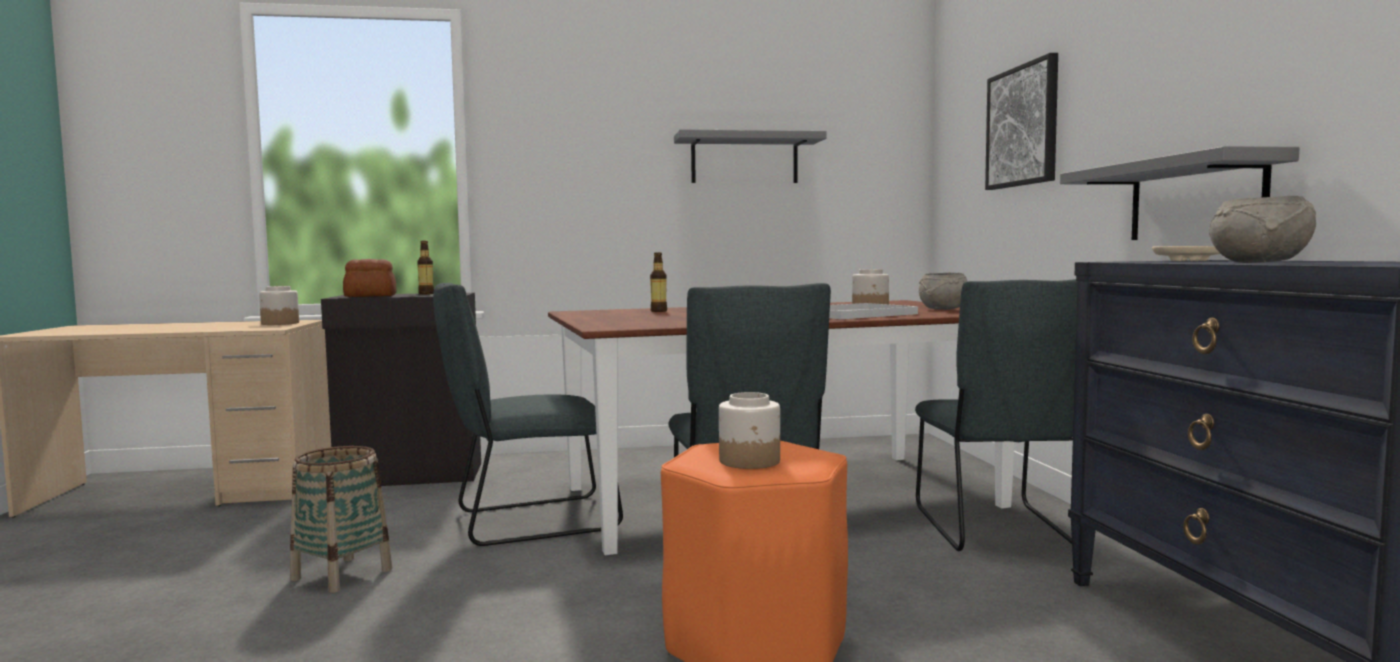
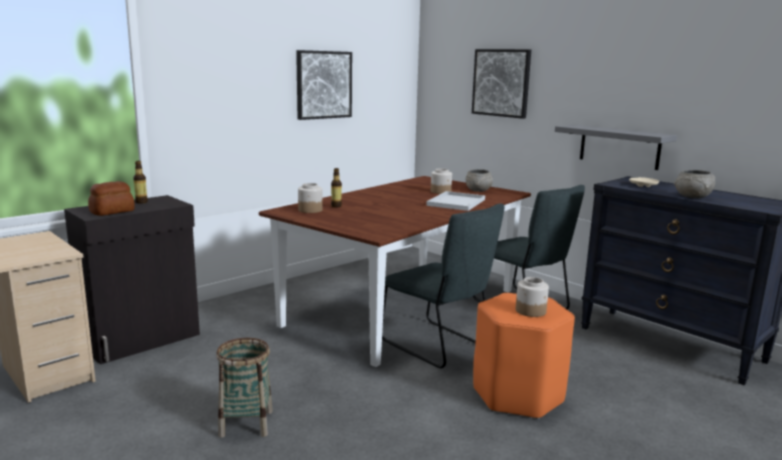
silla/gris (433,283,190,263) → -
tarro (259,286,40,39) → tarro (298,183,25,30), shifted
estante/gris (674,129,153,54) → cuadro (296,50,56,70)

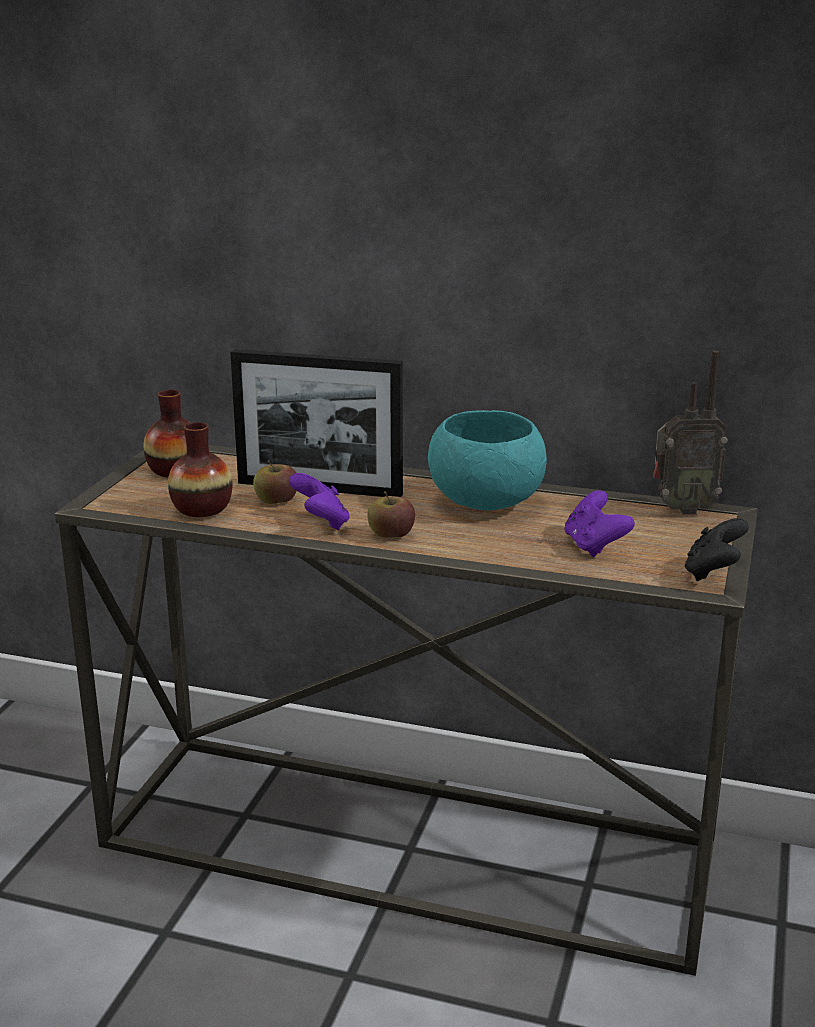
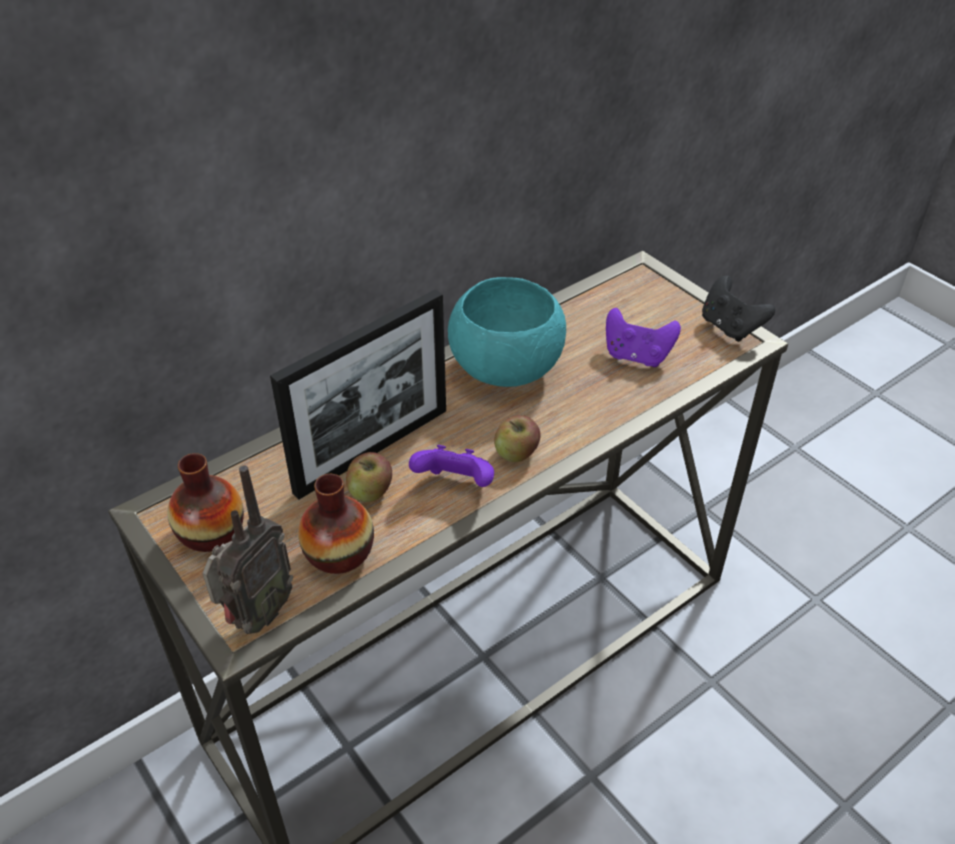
radio (653,351,75,163) → radio (202,465,91,169), shifted

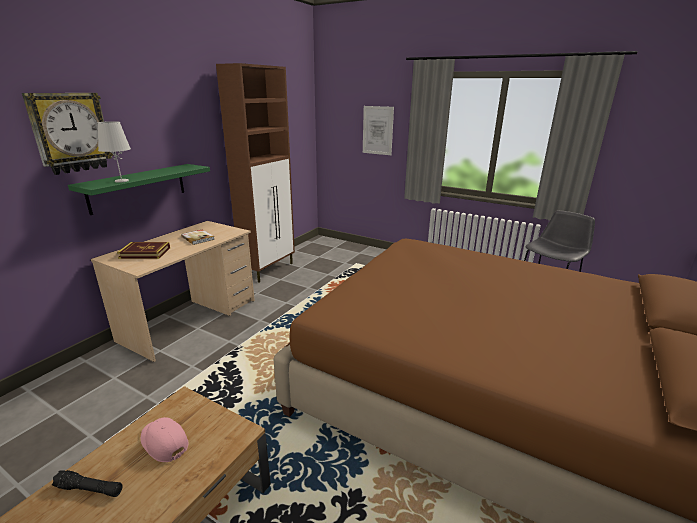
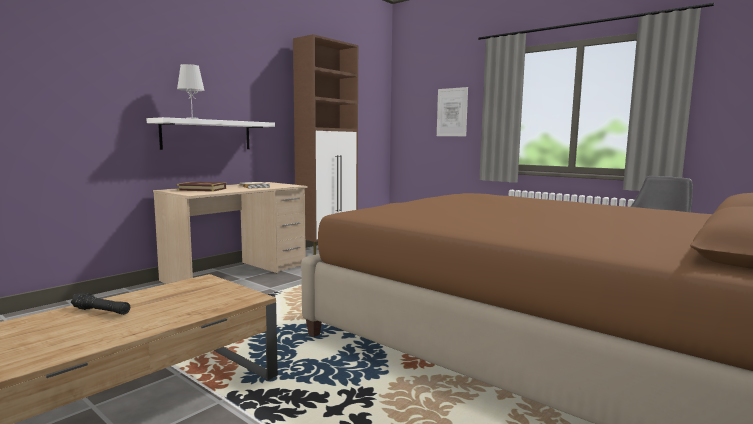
reloj de pared (22,93,91,82) → -
gorra/rosa (141,417,47,45) → -
estante/verde (68,164,142,51) → estante/blanco (146,117,129,33)

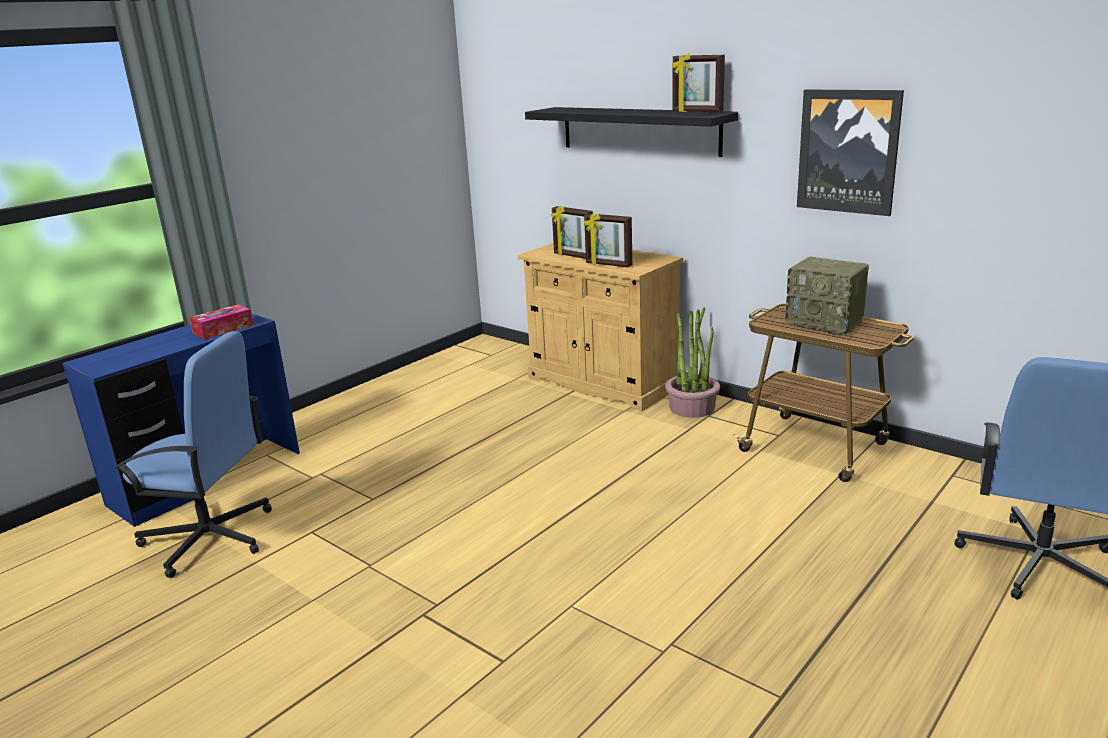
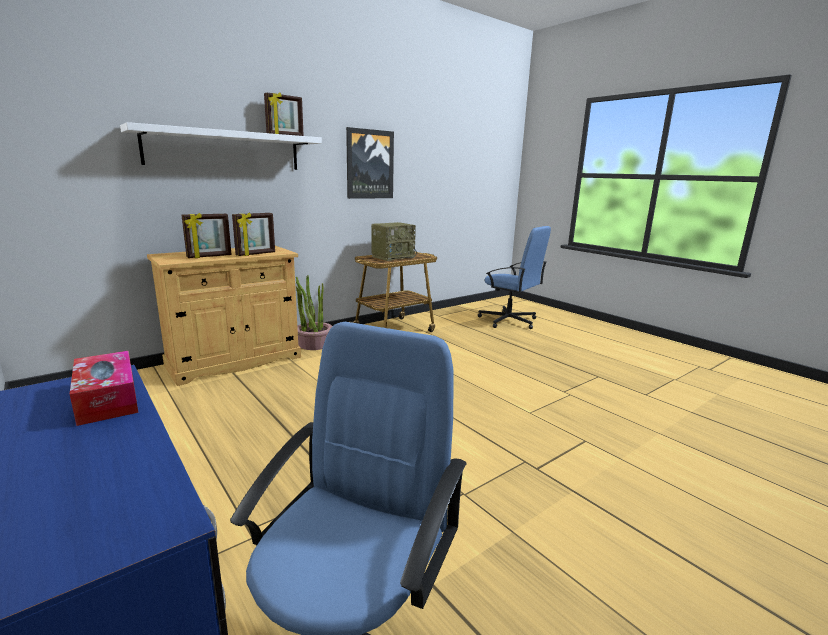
estante/negro (525,107,213,50) → estante/blanco (120,122,202,48)

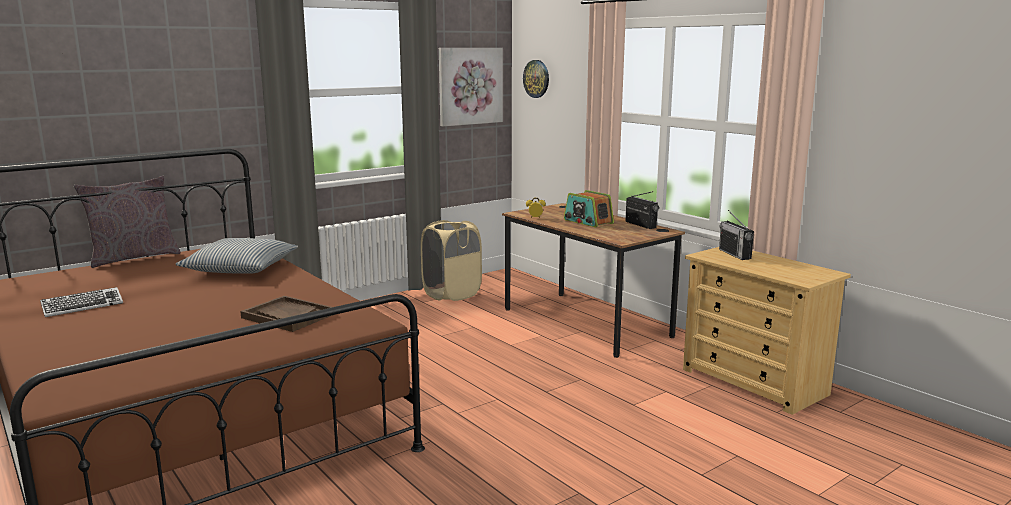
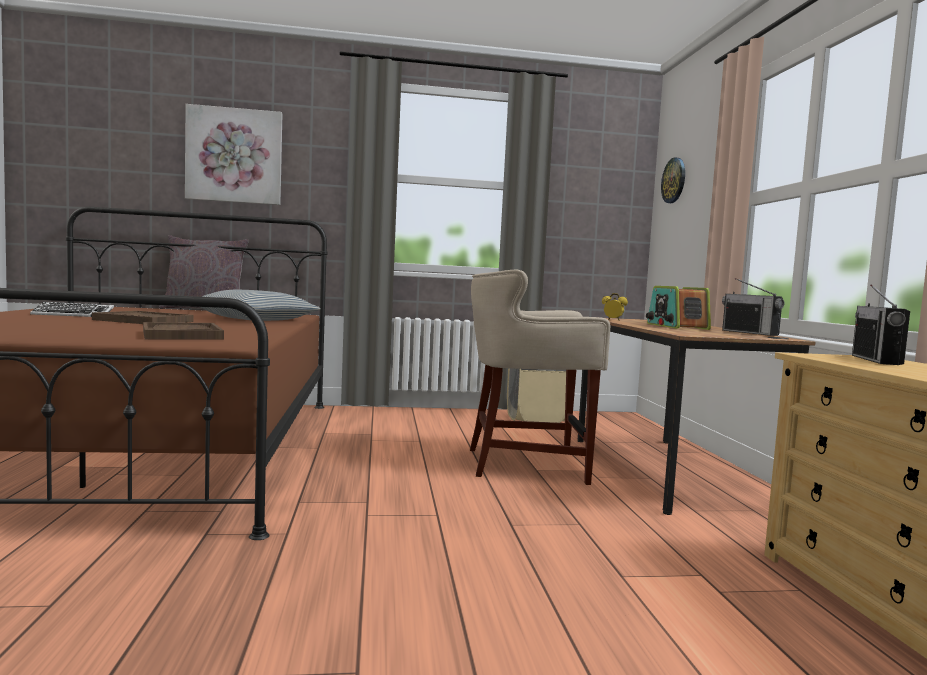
- → bandeja/marrón (92,311,102,13)
- → taburete/beis (470,270,140,215)
cuadro (439,48,64,78) → cuadro (185,104,98,101), shifted
radio (625,191,34,38) → radio (722,278,62,58), 150 degrees clockwise

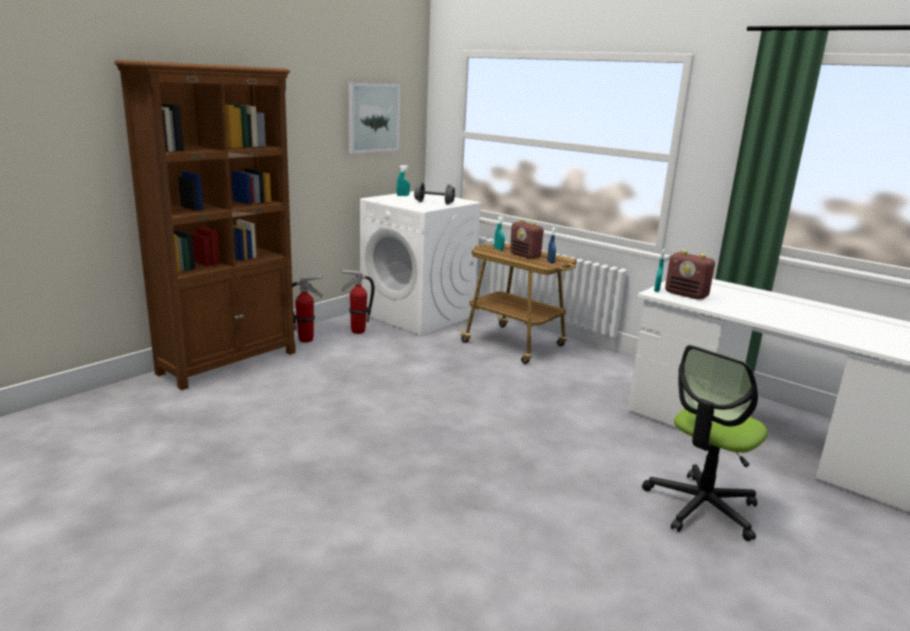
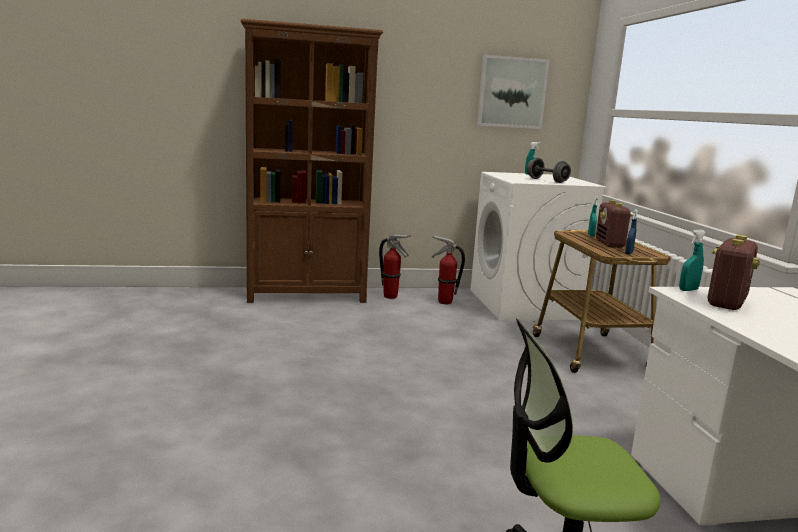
radio (665,250,50,50) → radio (708,235,52,75), 135 degrees counterclockwise

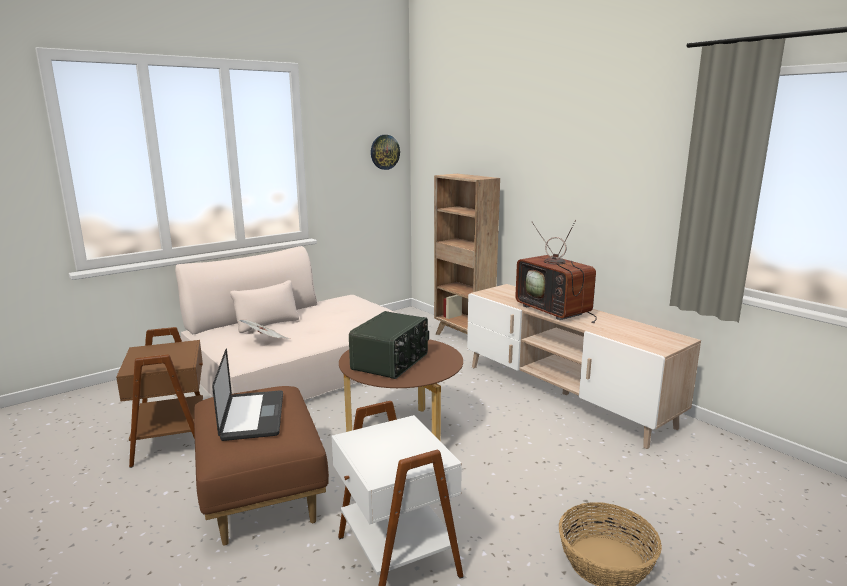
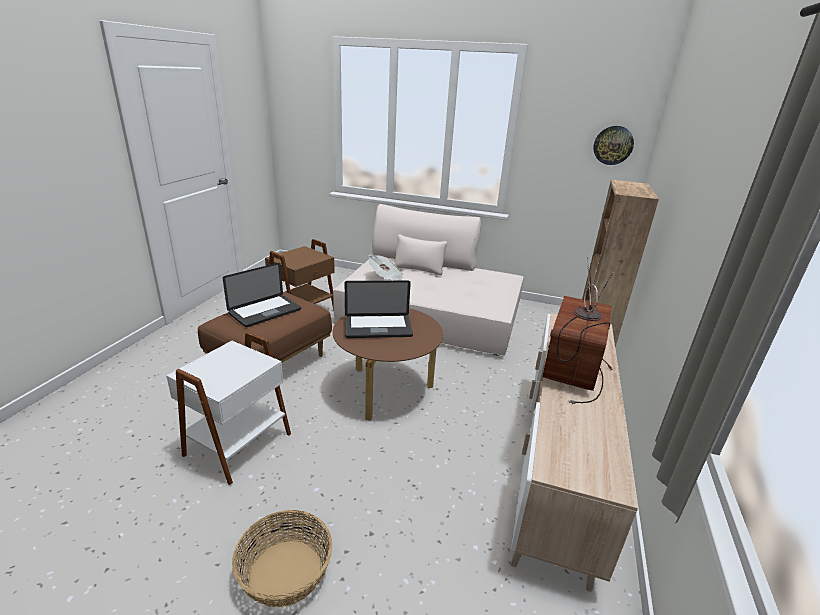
radio (349,311,80,68) → portátil (345,281,68,57)

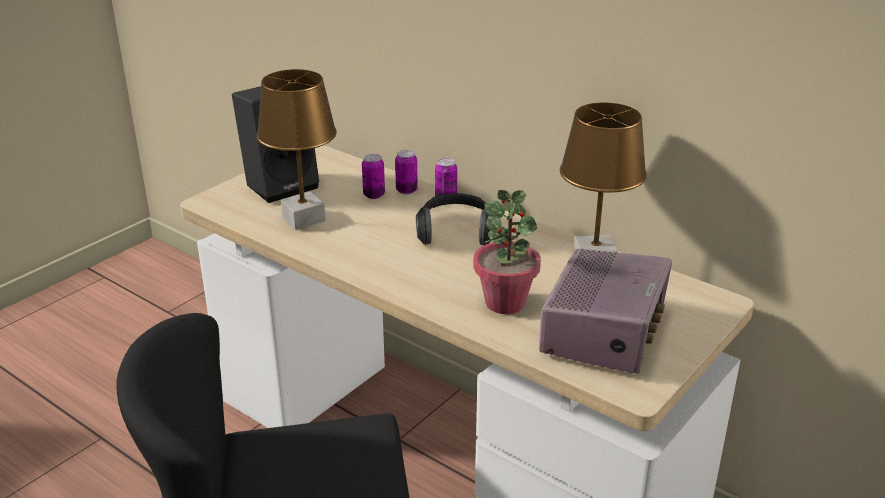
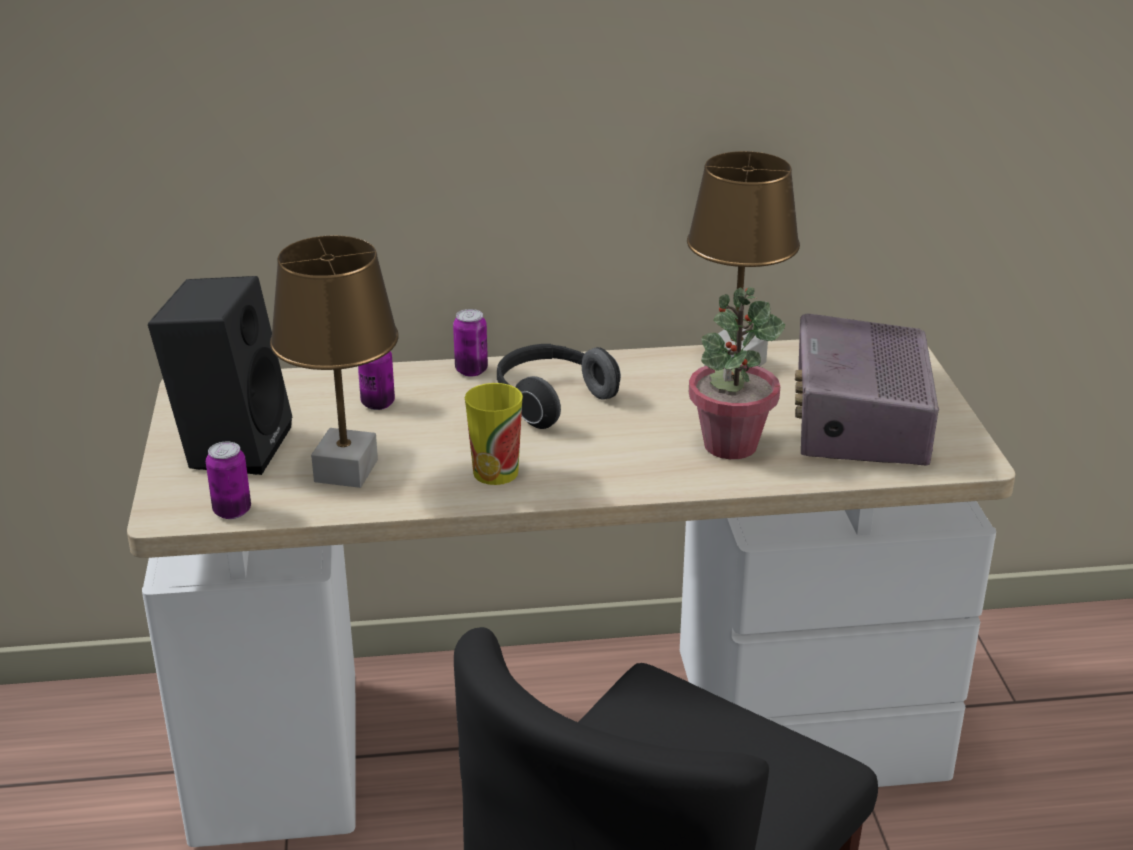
- → taza (465,383,58,102)
lata (395,150,23,45) → lata (206,442,45,77), shifted
radio (539,248,133,125) → radio (795,313,144,153), 150 degrees counterclockwise

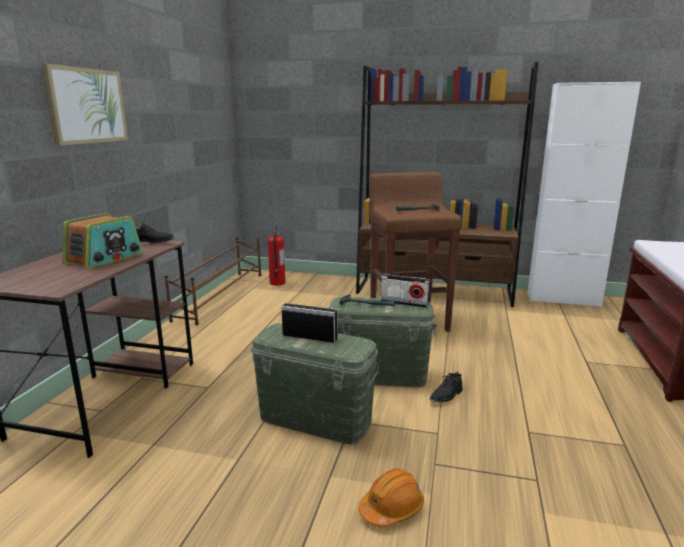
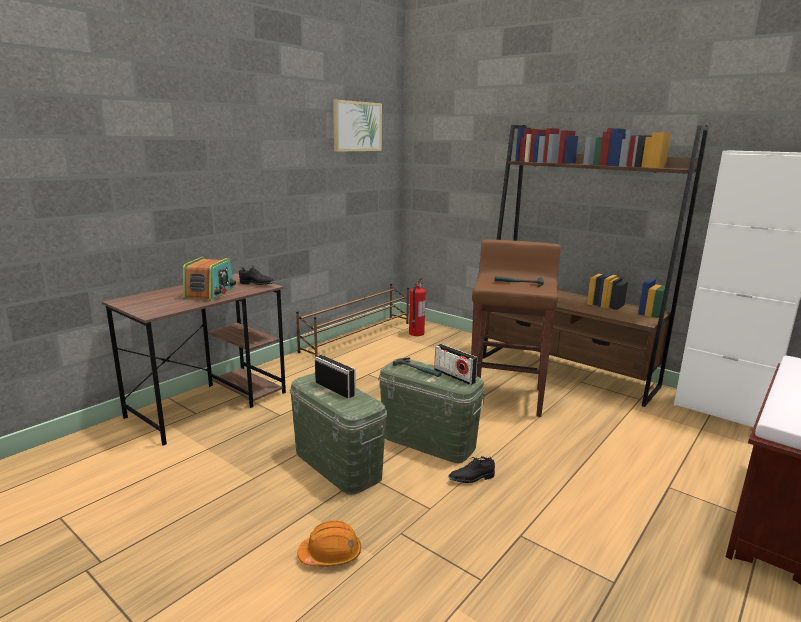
cuadro (41,64,87,82) → cuadro (333,100,49,52), shifted
radio (63,213,80,56) → radio (183,257,53,44), 45 degrees counterclockwise

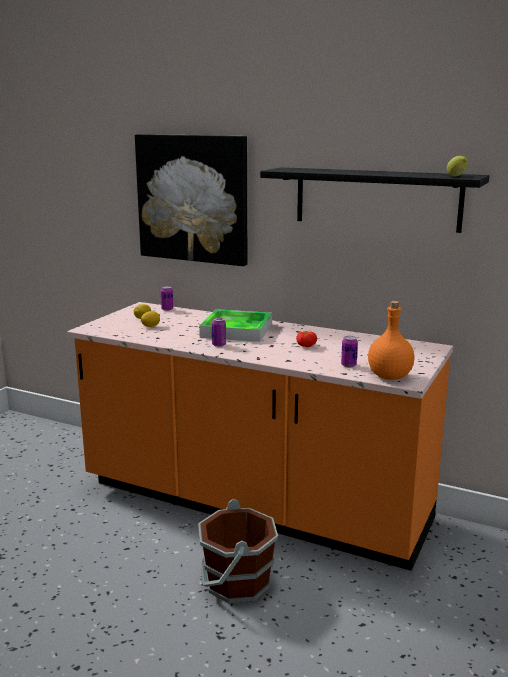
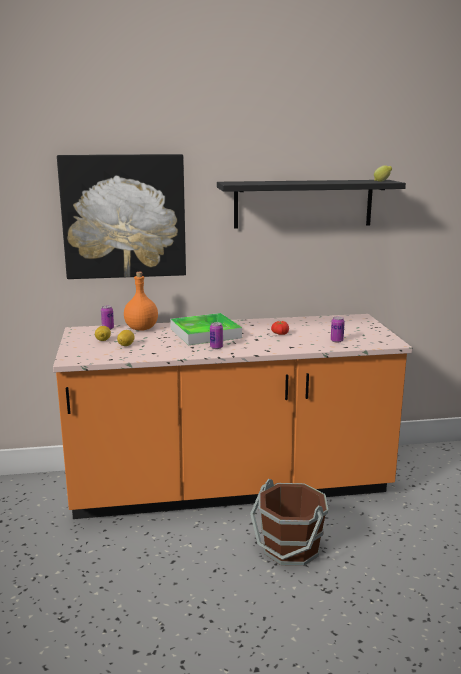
botella/naranja (368,301,46,79) → botella/naranja (124,272,34,59), shifted

